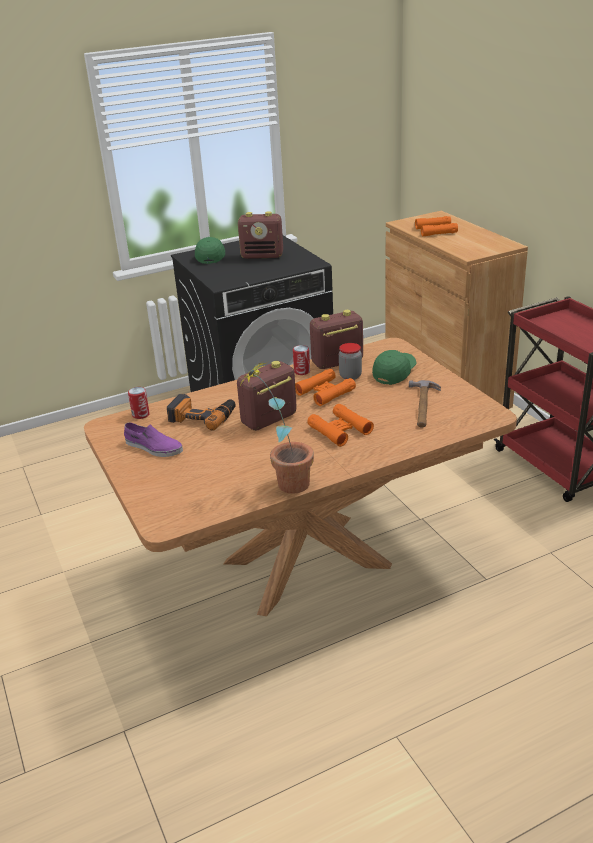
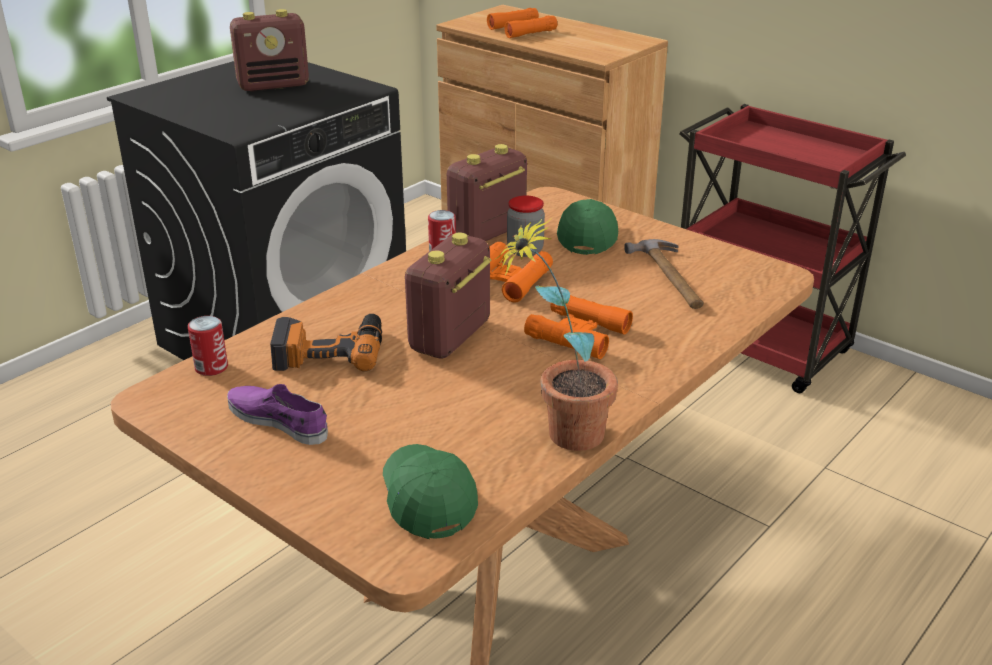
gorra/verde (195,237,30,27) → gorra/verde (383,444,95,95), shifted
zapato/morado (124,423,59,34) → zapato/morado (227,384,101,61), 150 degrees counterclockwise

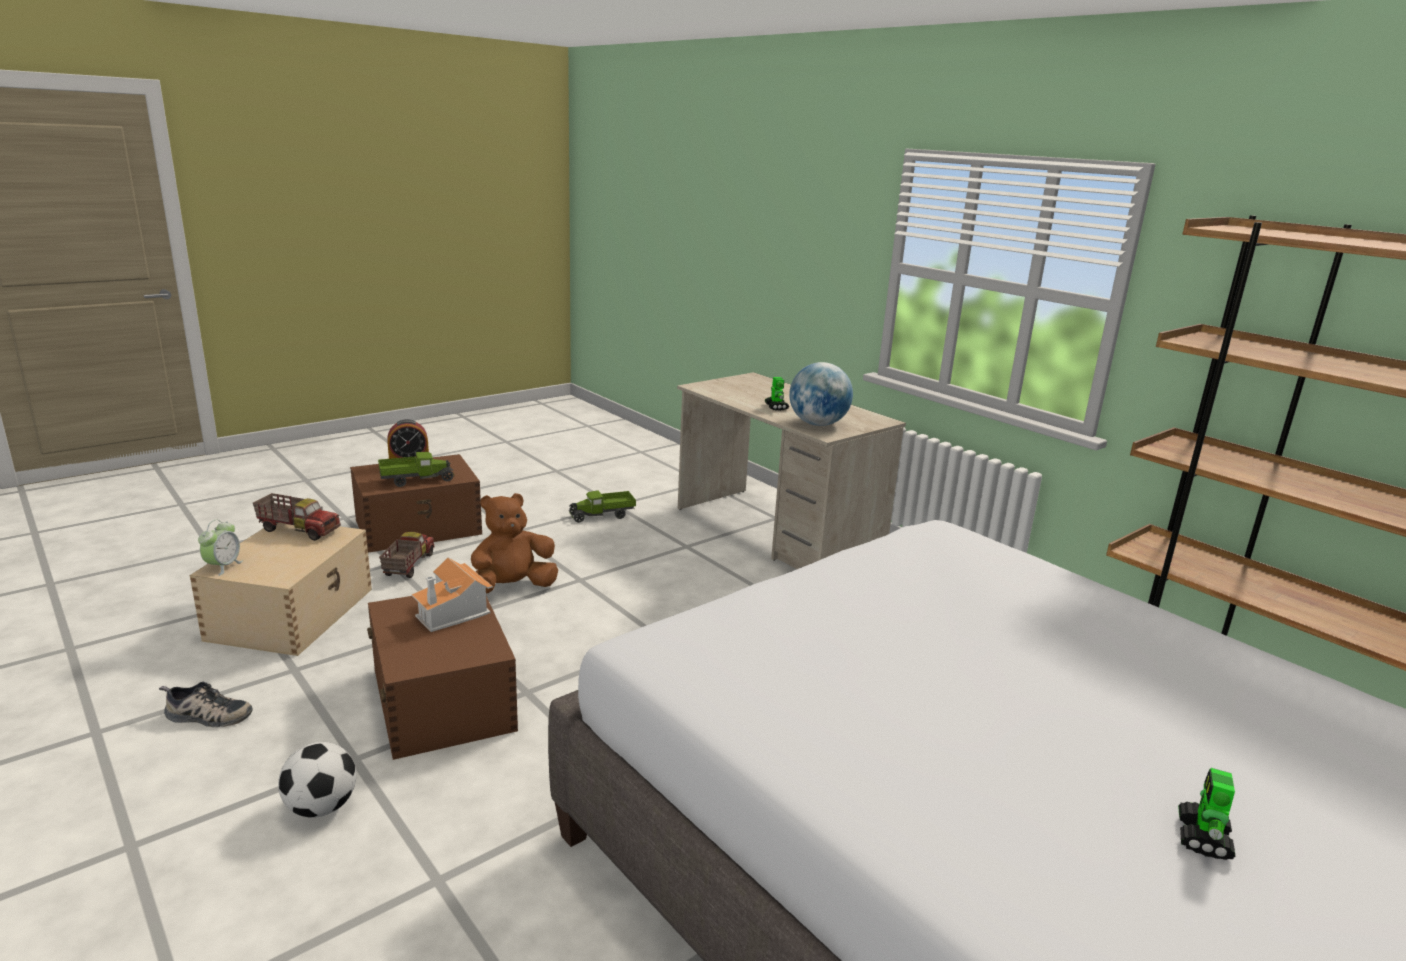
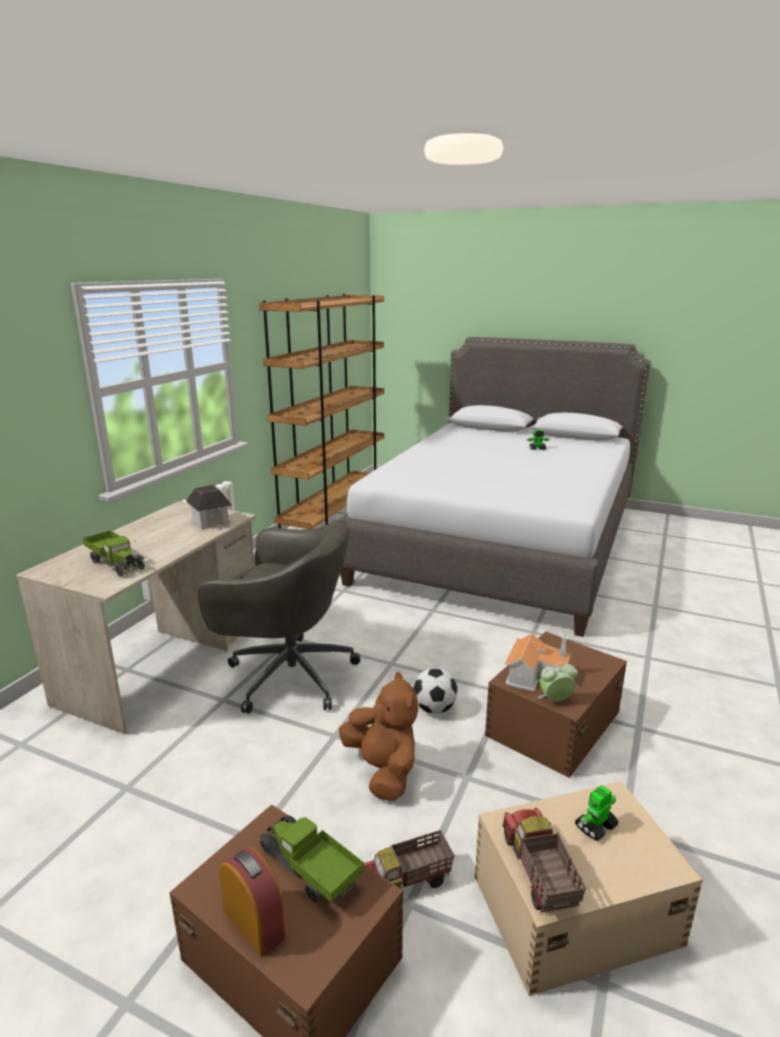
zapato (159,681,94,46) → -
- → silla de oficina/gris (198,519,162,195)
despertador (198,520,45,56) → despertador (538,663,40,39), shifted
balón de fútbol (278,742,78,76) → balón de fútbol (413,668,44,46), shifted
camión de juguete (568,490,68,33) → camión de juguete (83,530,62,47), shifted
robot de juguete (765,377,24,34) → robot de juguete (575,785,44,56), shifted
globo terráqueo (789,362,64,64) → casita (186,485,46,44)
peluche/marrón (471,493,87,100) → peluche/marrón (339,672,79,129), 150 degrees counterclockwise

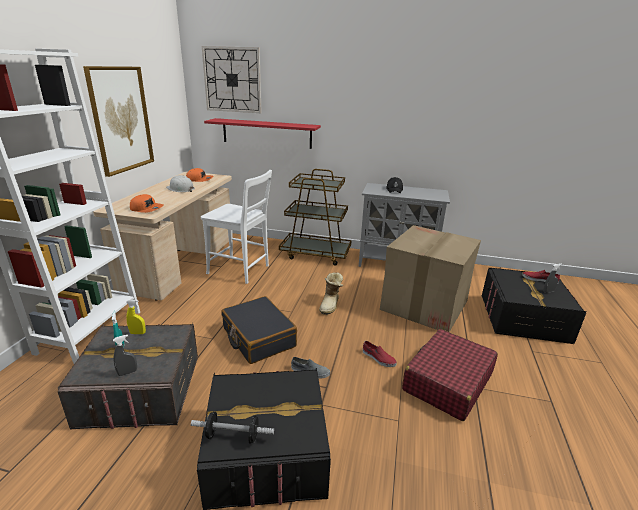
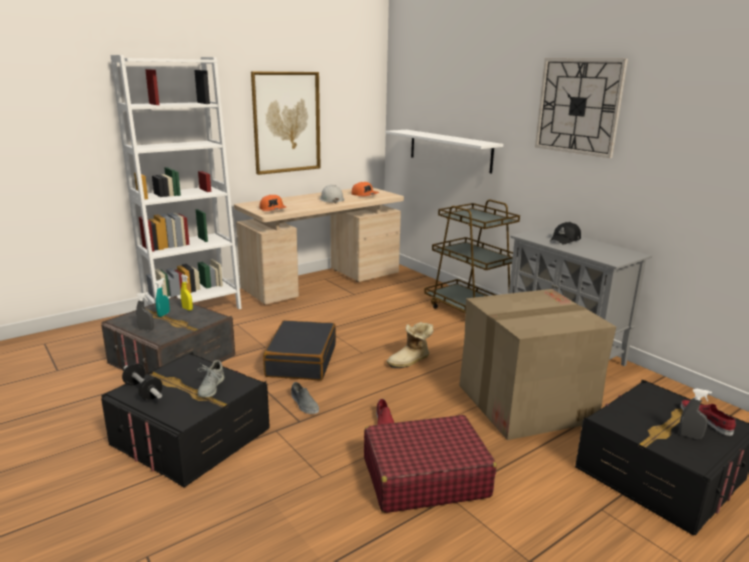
silla/blanco (201,170,71,114) → -
- → zapato/gris (198,360,27,37)
reloj de pared (202,46,60,67) → reloj de pared (535,58,93,100), shifted
estante/rojo (204,118,117,31) → estante/blanco (386,130,117,44)

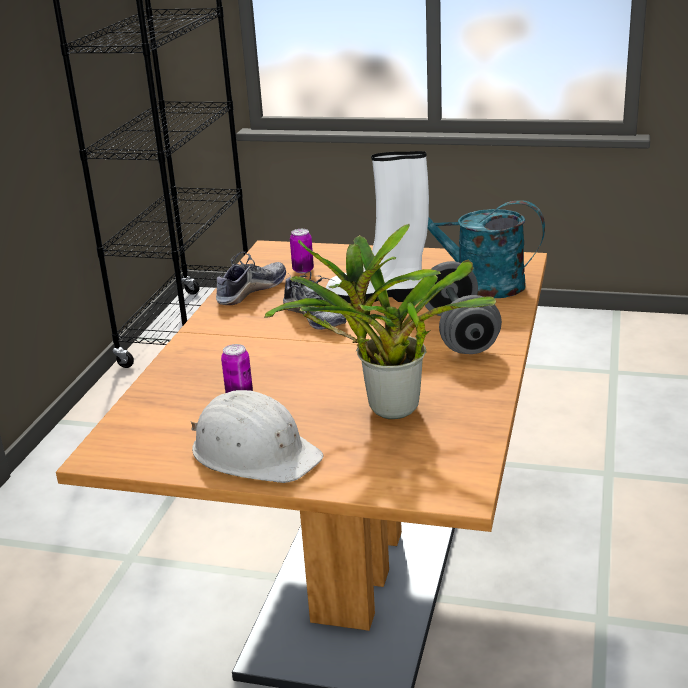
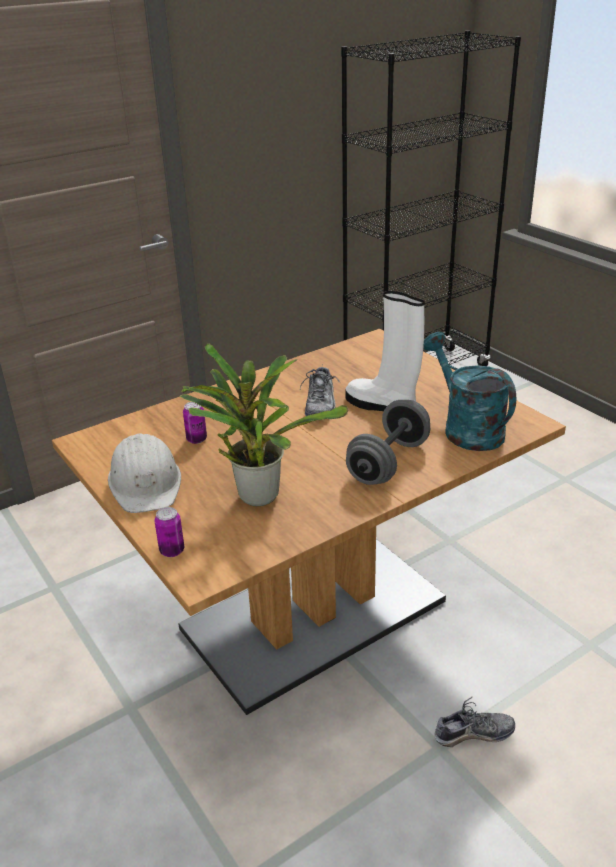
zapato (216,252,70,53) → zapato (434,697,81,50), shifted
lata (290,229,24,44) → lata (154,507,30,50), shifted

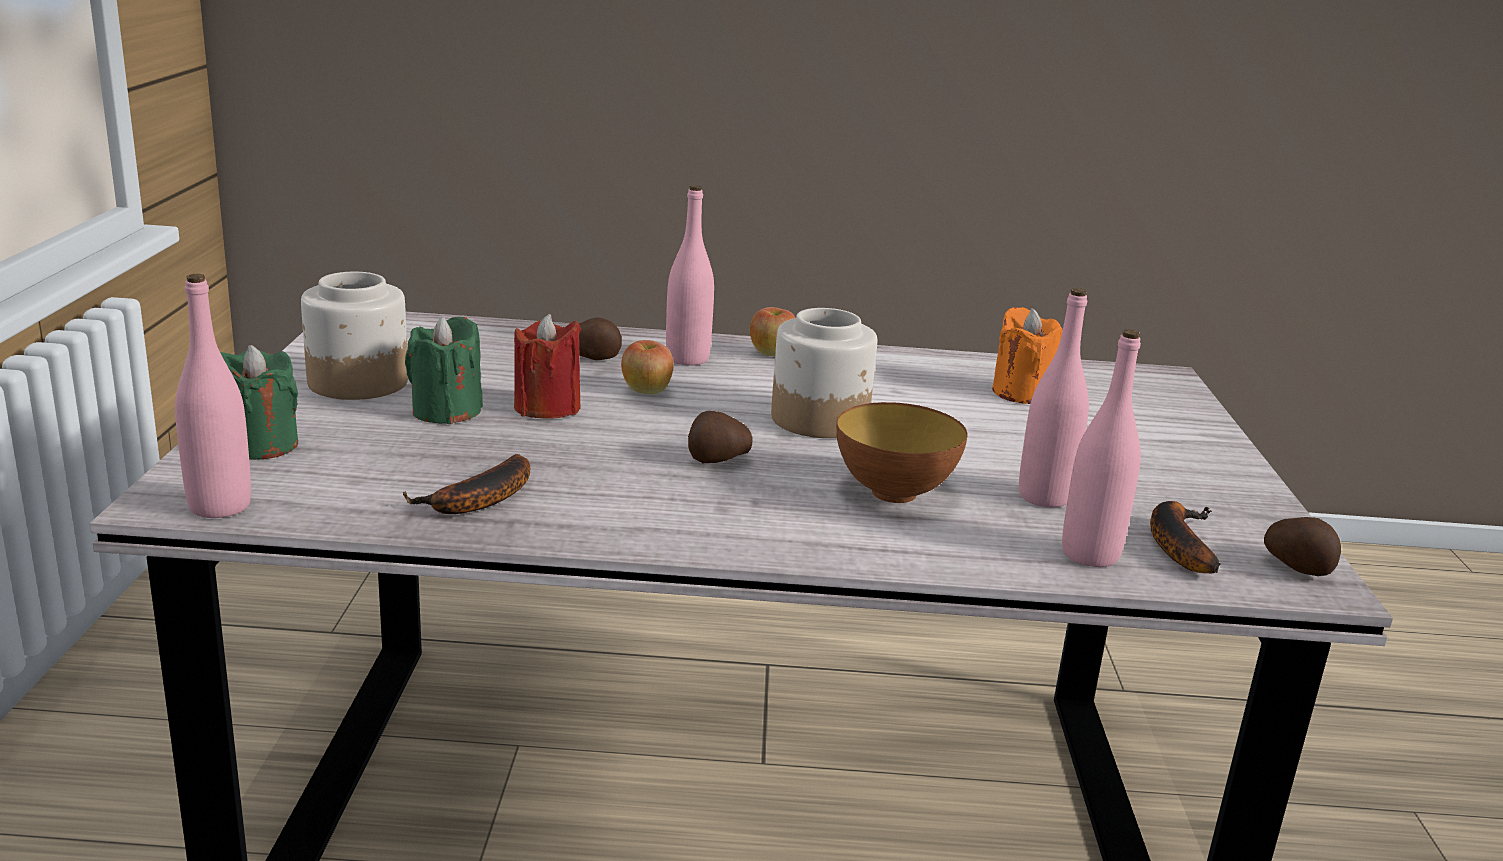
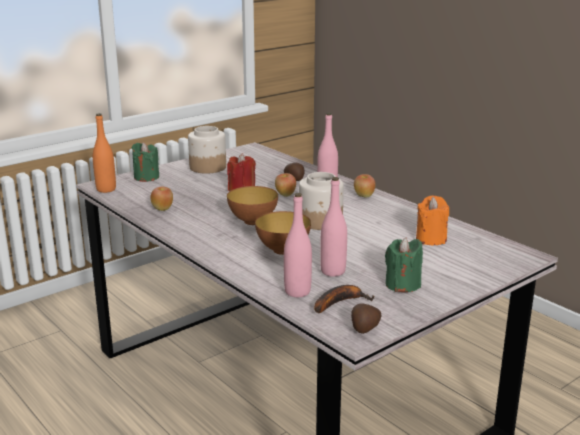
vela/verde (405,316,78,108) → vela/verde (385,237,38,55), shifted
plátano (402,454,128,60) → manzana (150,187,23,24)
patata (688,411,64,52) → cuenco (227,186,51,39)
botella/rosa (175,274,76,244) → botella/naranja (93,113,23,80)

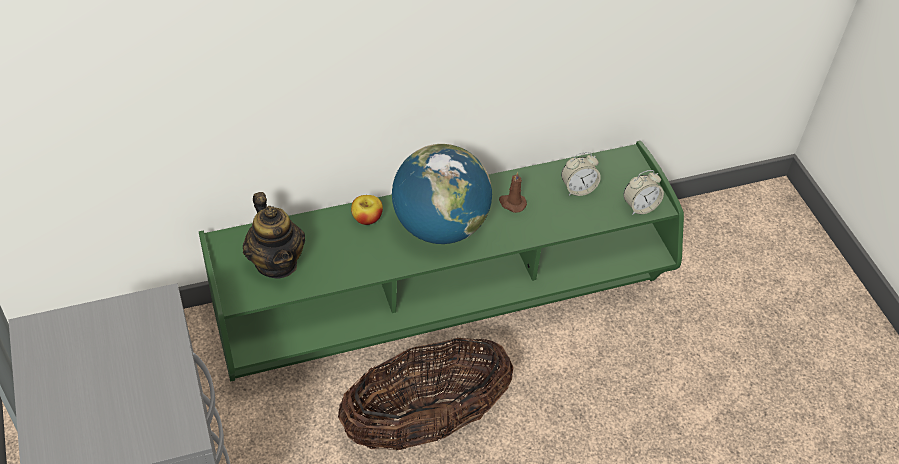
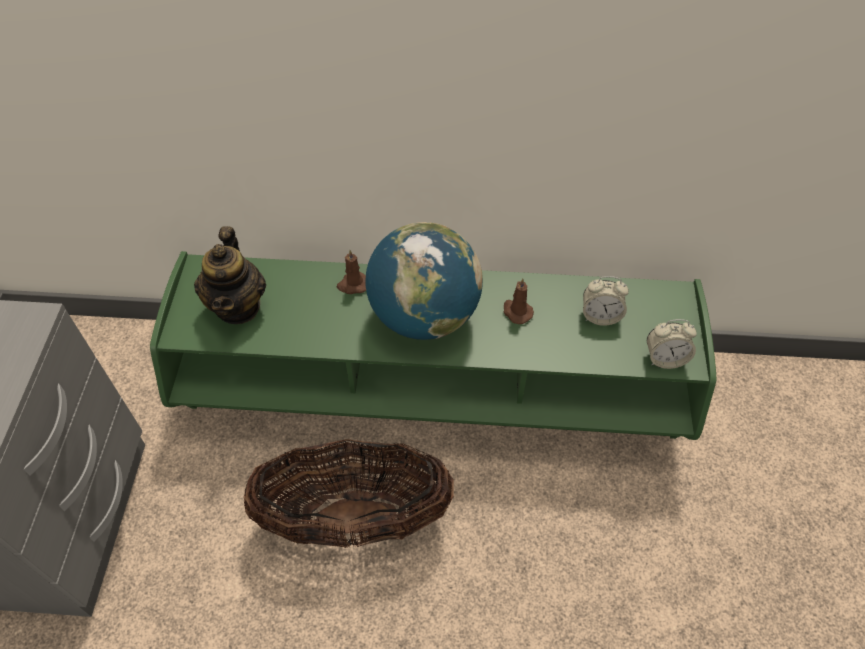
manzana (351,195,32,30) → vela/marrón (337,250,29,44)

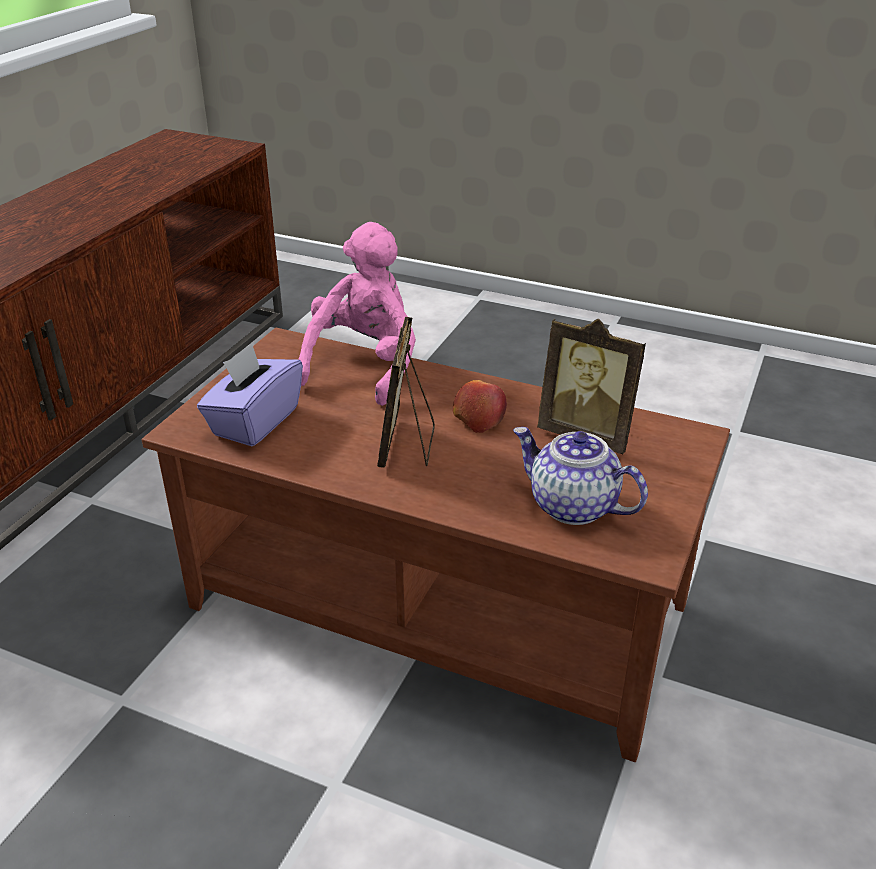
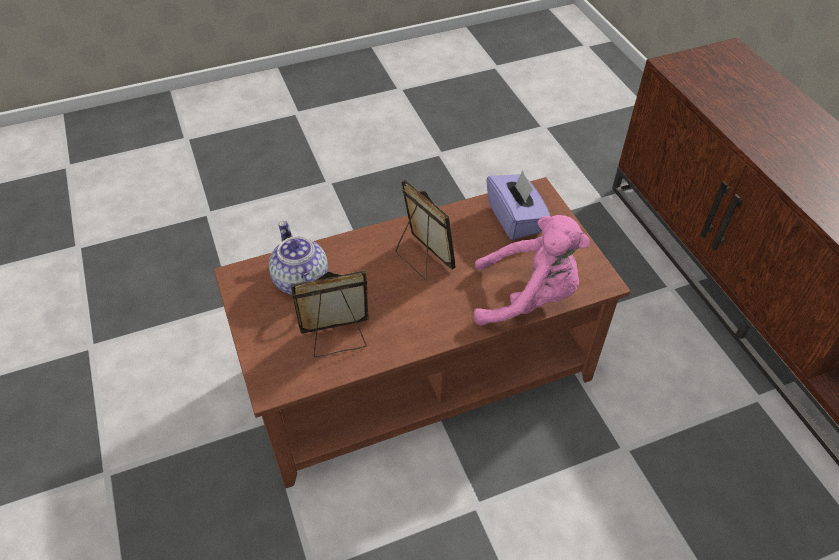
manzana (453,380,54,53) → -
peluche/rosa (298,222,118,184) → peluche/rosa (473,215,117,111), 60 degrees counterclockwise
tetera (513,427,135,98) → tetera (269,221,59,74), 105 degrees counterclockwise

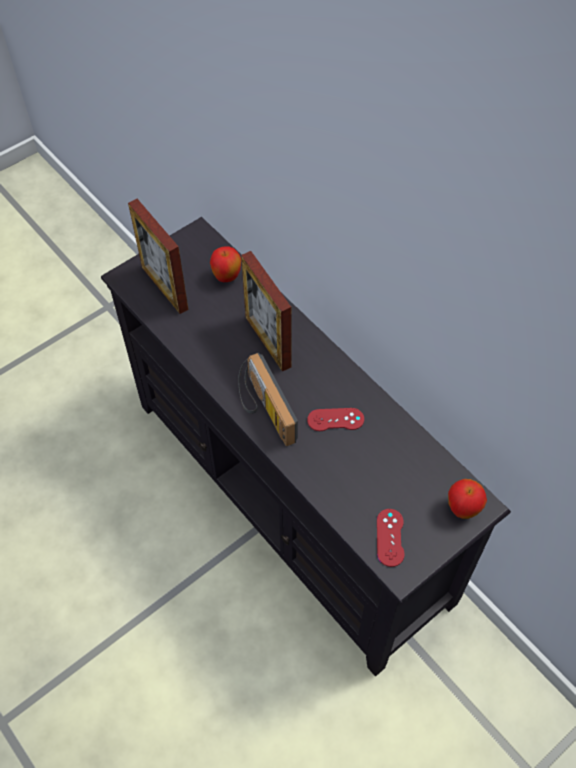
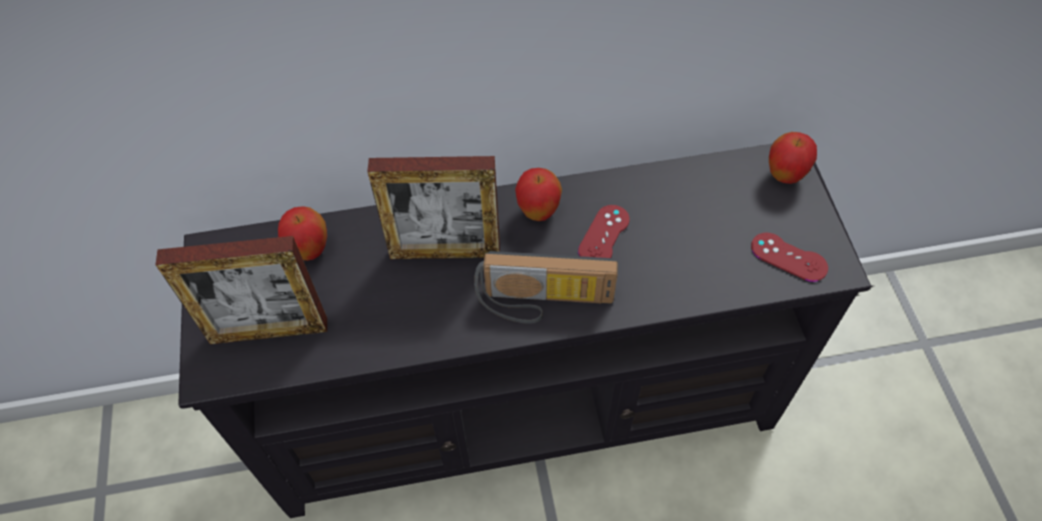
- → manzana (515,168,47,53)

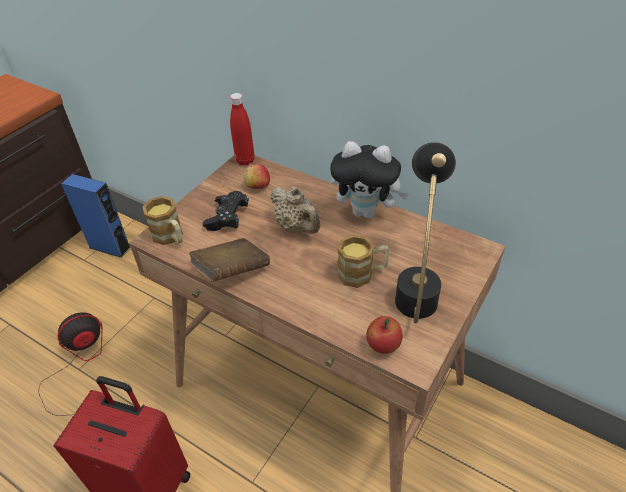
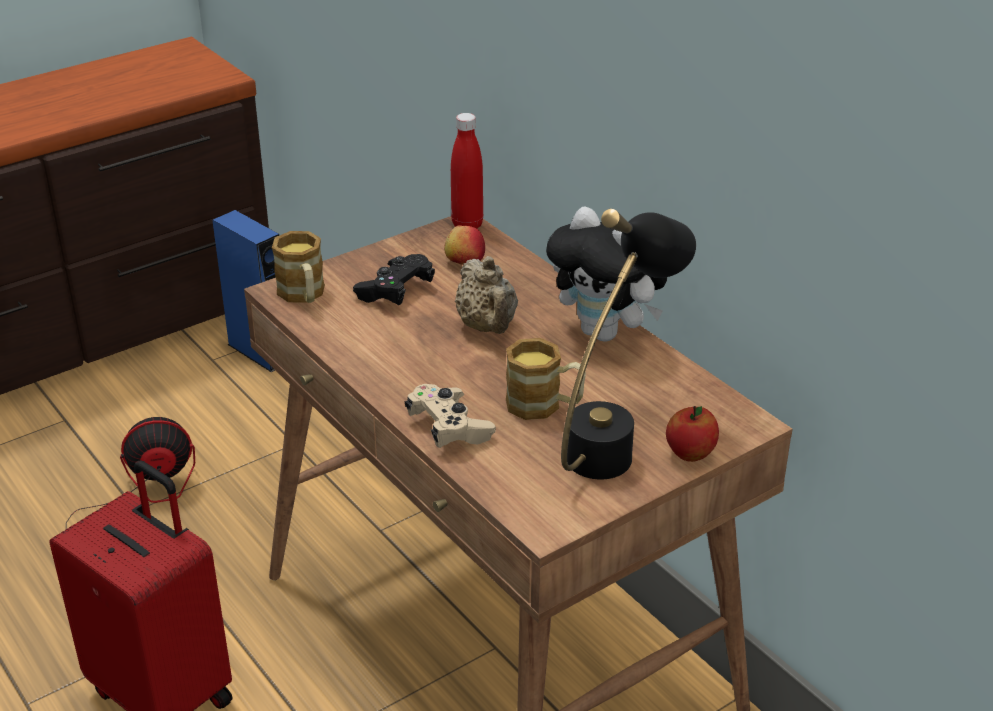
libro/marrón (189,238,81,44) → -
- → mando de consola/beis (405,384,91,64)
manzana (366,316,36,38) → manzana (666,406,53,56), shifted

